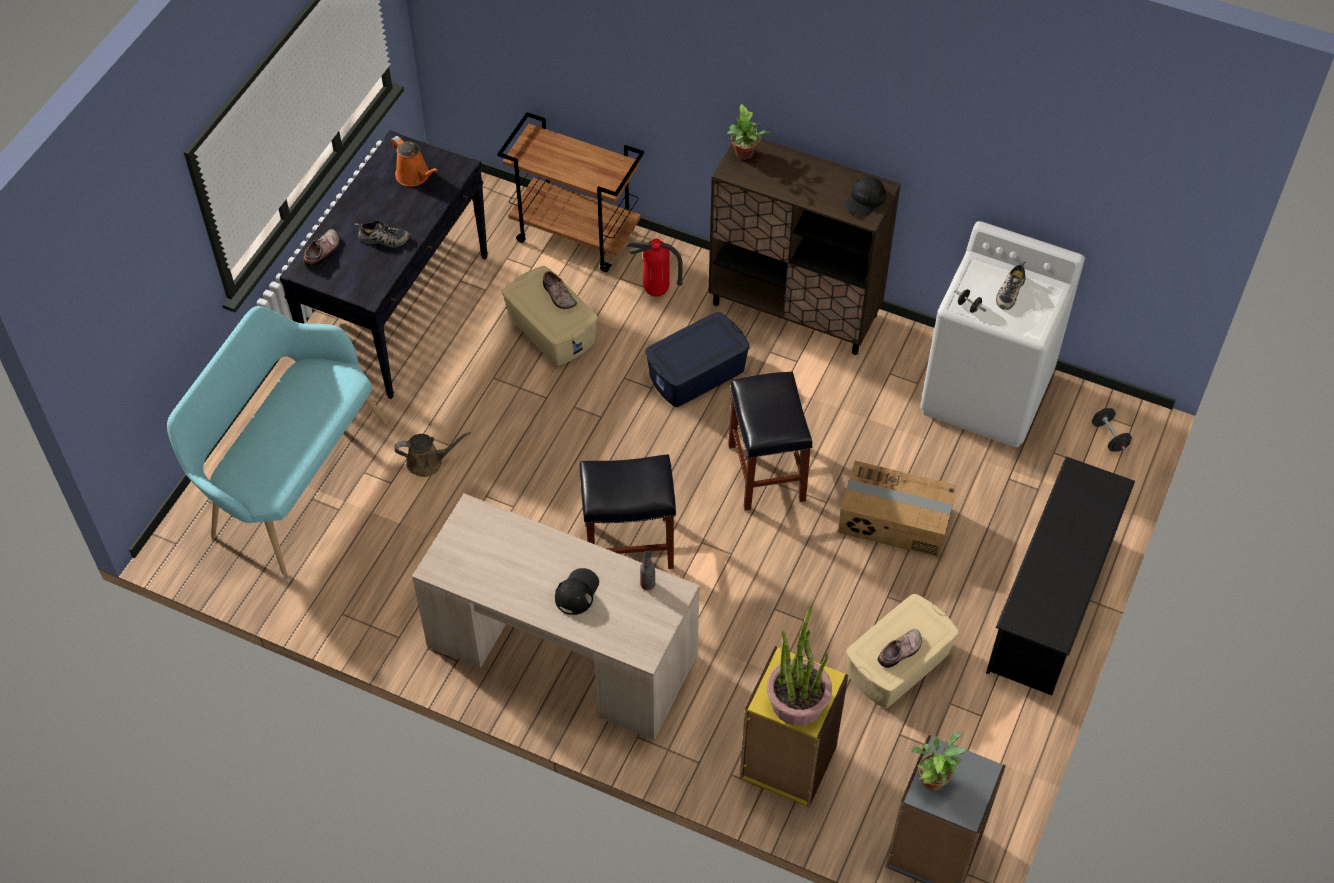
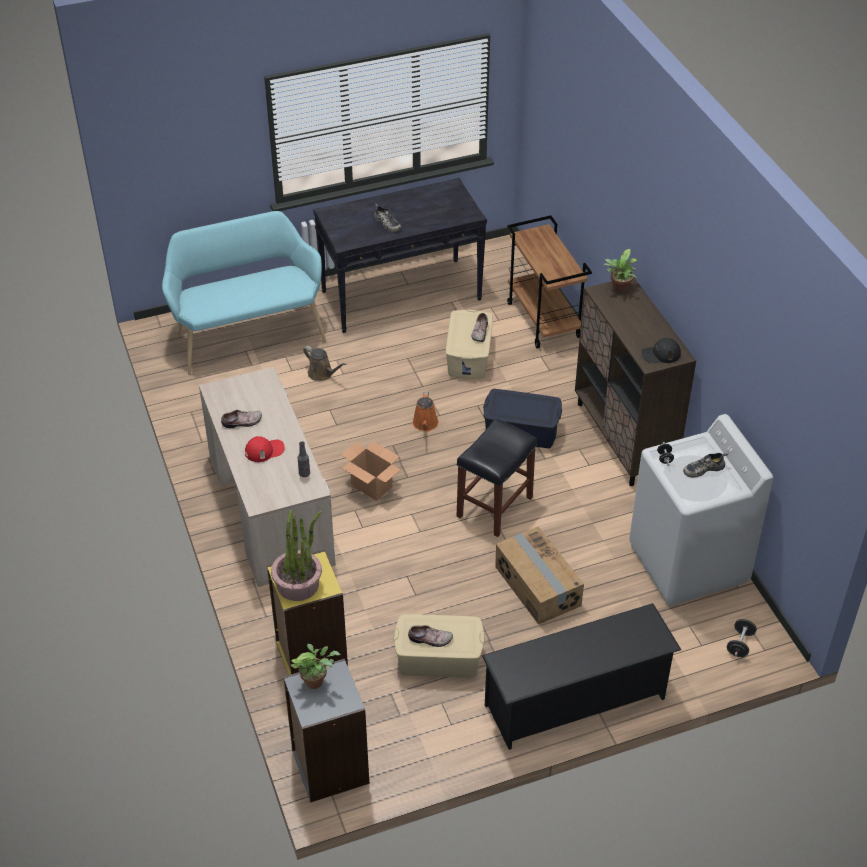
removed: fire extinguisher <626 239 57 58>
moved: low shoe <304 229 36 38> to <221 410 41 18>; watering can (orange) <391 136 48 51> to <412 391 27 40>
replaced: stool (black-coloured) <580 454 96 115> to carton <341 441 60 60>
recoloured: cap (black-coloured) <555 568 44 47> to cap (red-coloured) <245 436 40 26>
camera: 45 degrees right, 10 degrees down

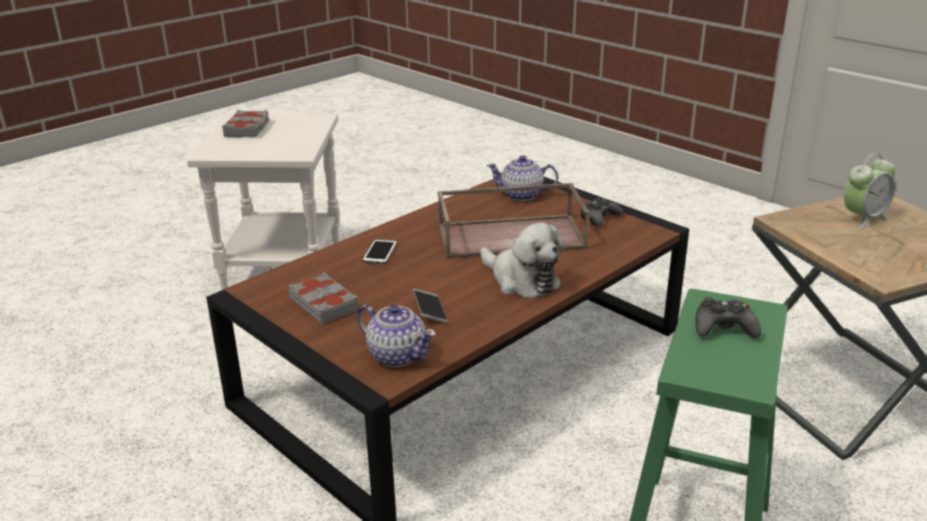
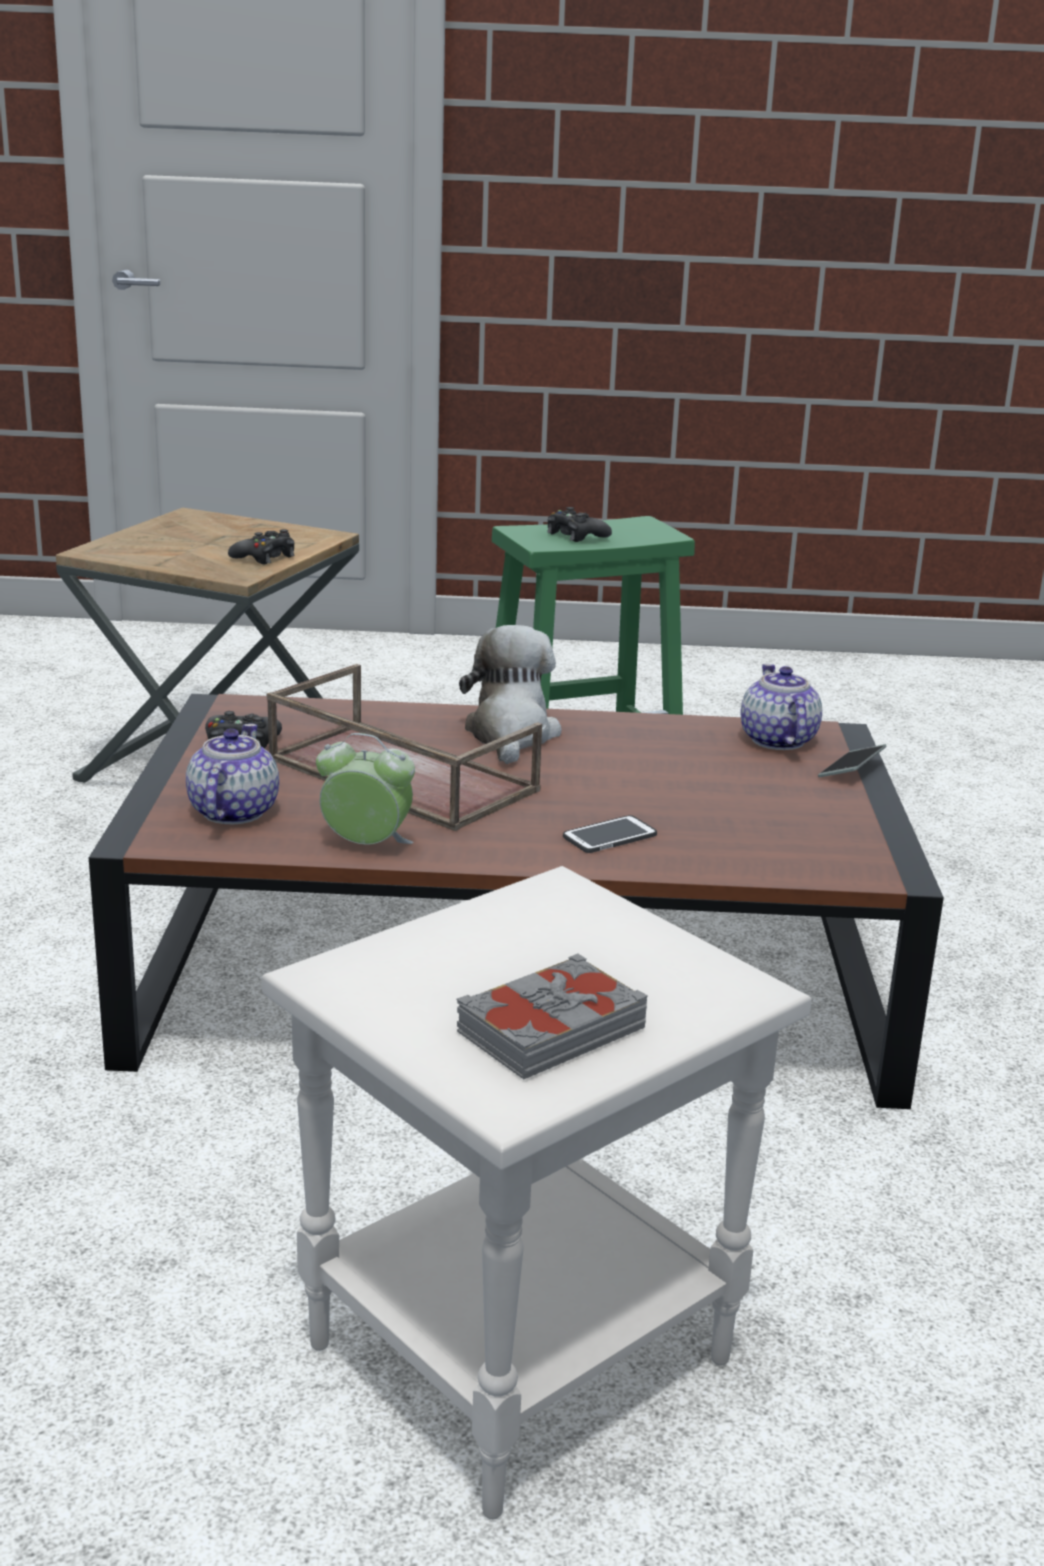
removed: bound book (greyish) <288 272 71 52>
added: joypad (black-coloured) <228 529 67 36>
moved: telephone <413 288 35 35> to <818 744 69 33>; table clock <844 153 51 76> to <316 733 99 112>
turned: pot for tea <487 155 71 46> = <186 723 93 101> 135 degrees counterclockwise
camera: 135 degrees left, 5 degrees down

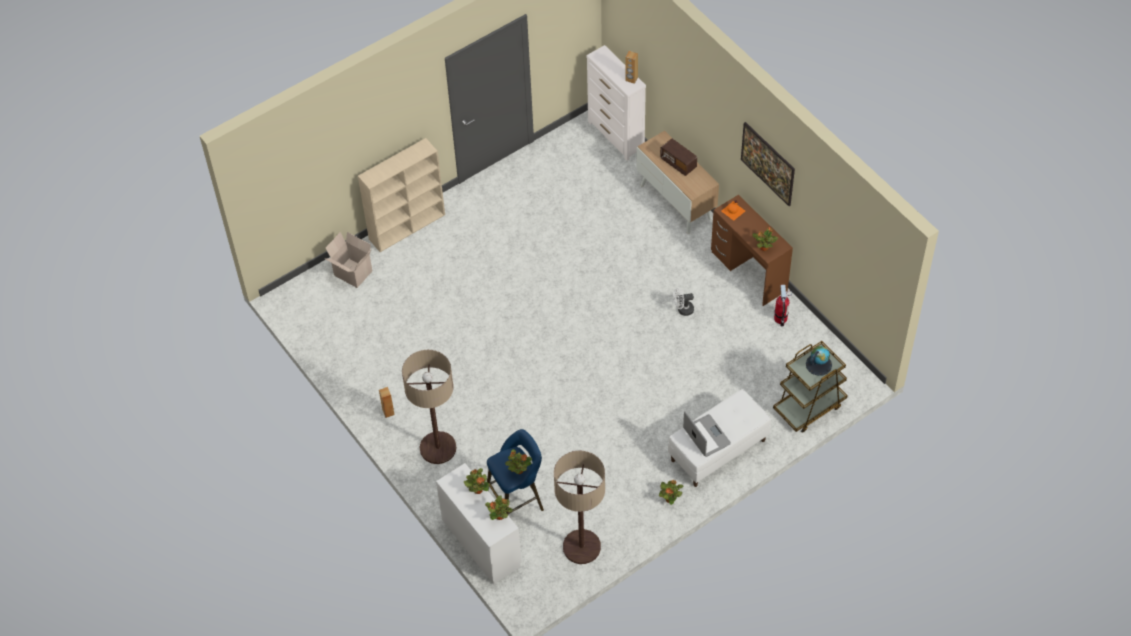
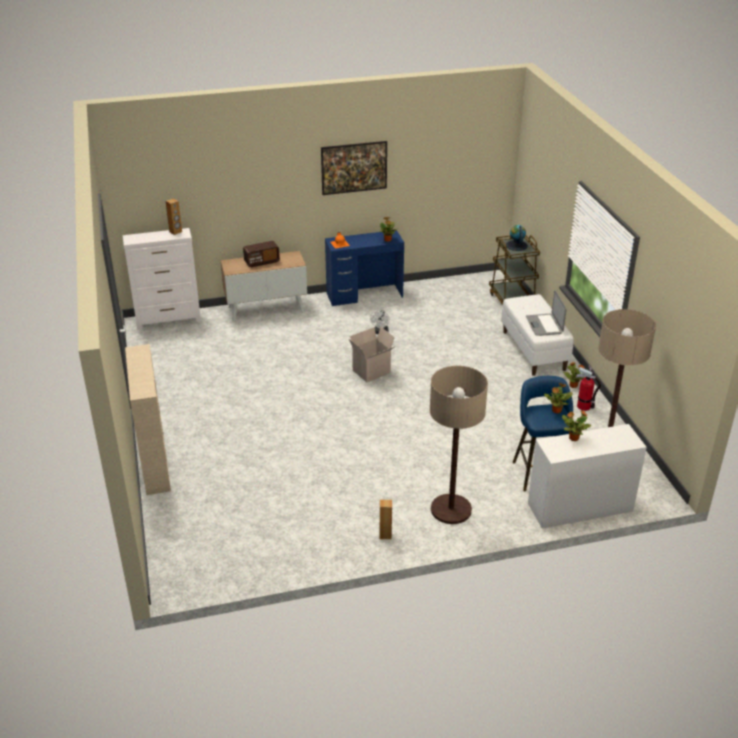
removed: houseplant <485 495 27 25>
moved: carton <325 232 47 56> to <349 327 47 55>; fire extinguisher <774 285 18 41> to <576 365 25 46>
recoloured: desk table (brown-coloured) <711 195 82 111> to desk table (blue) <325 230 79 76>
turned: portable computer <683 411 48 46> = <526 290 41 46> 90 degrees counterclockwise
camera: 70 degrees left, 20 degrees down

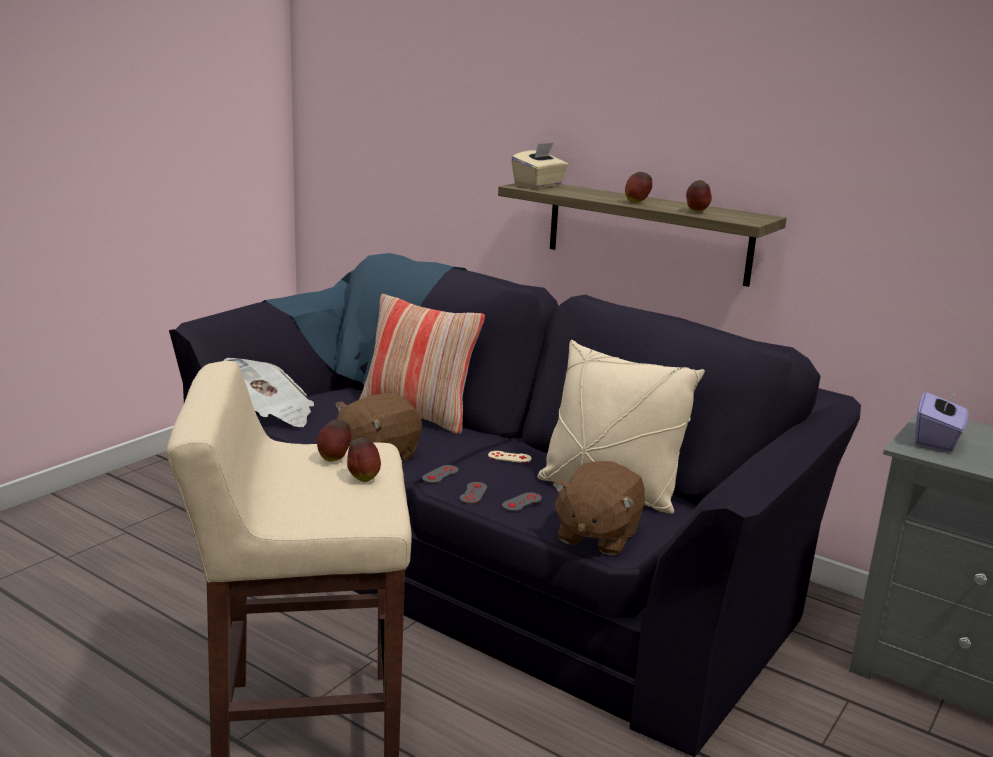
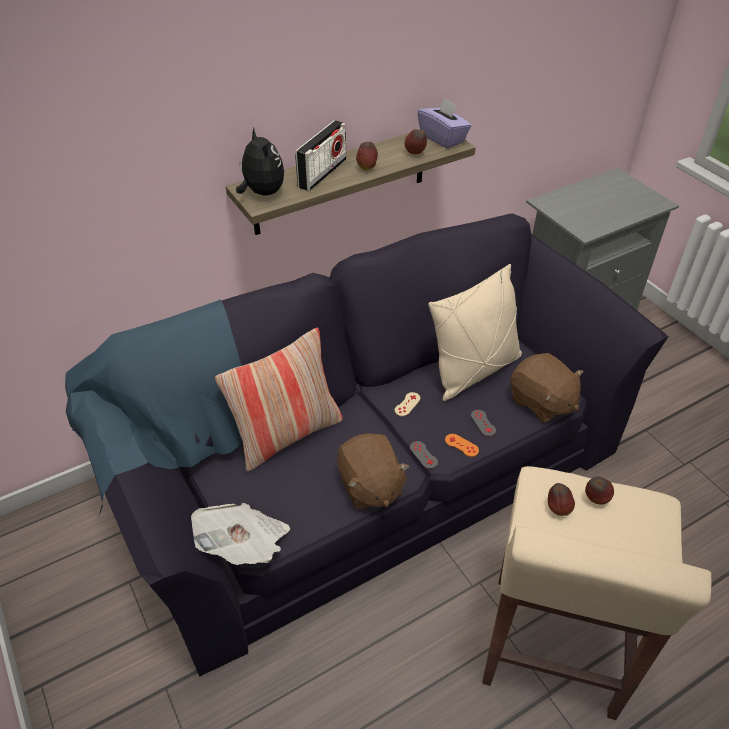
added: radio receiver <295 120 51 71>
moved: tissue box (purple-coloured) <915 389 53 63> to <417 97 54 52>
replaced: tissue box (sand-coloured) <511 143 57 45> to soft toy <236 128 48 68>
recoloured: joypad (greyish) <459 482 28 22> to joypad (orange) <445 434 34 23>
camera: 65 degrees left, 25 degrees up

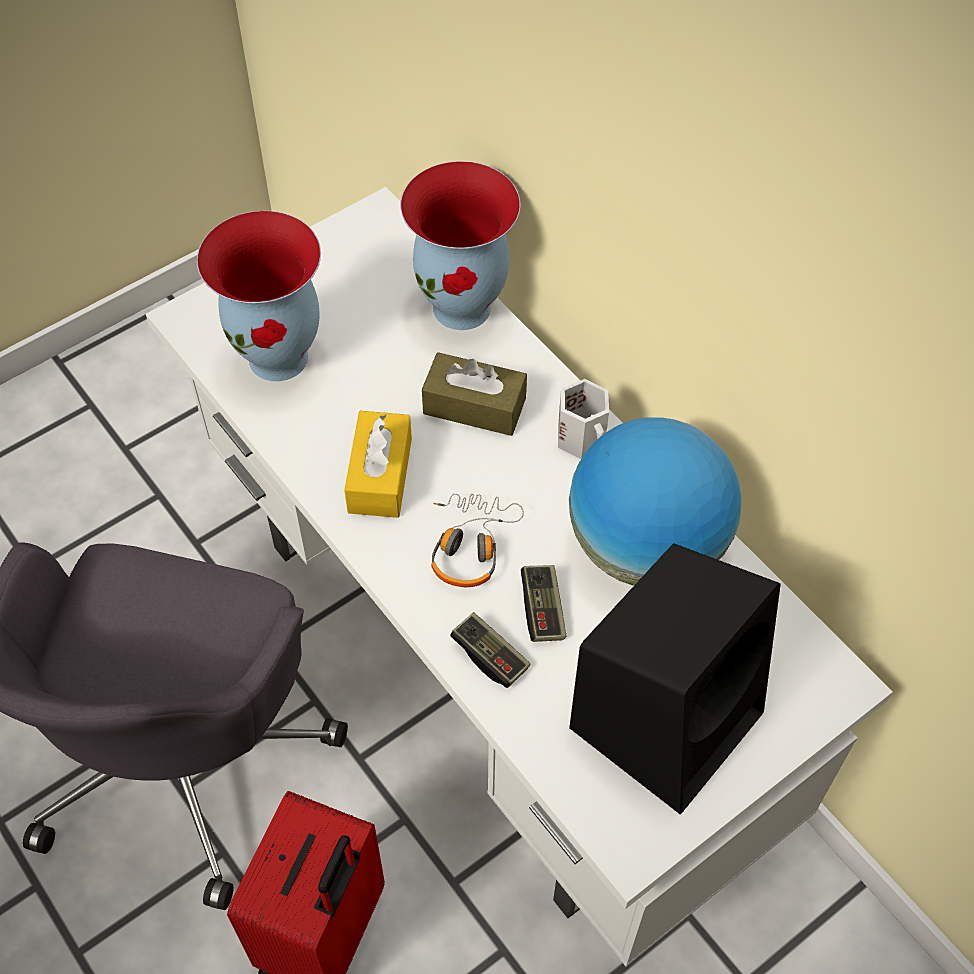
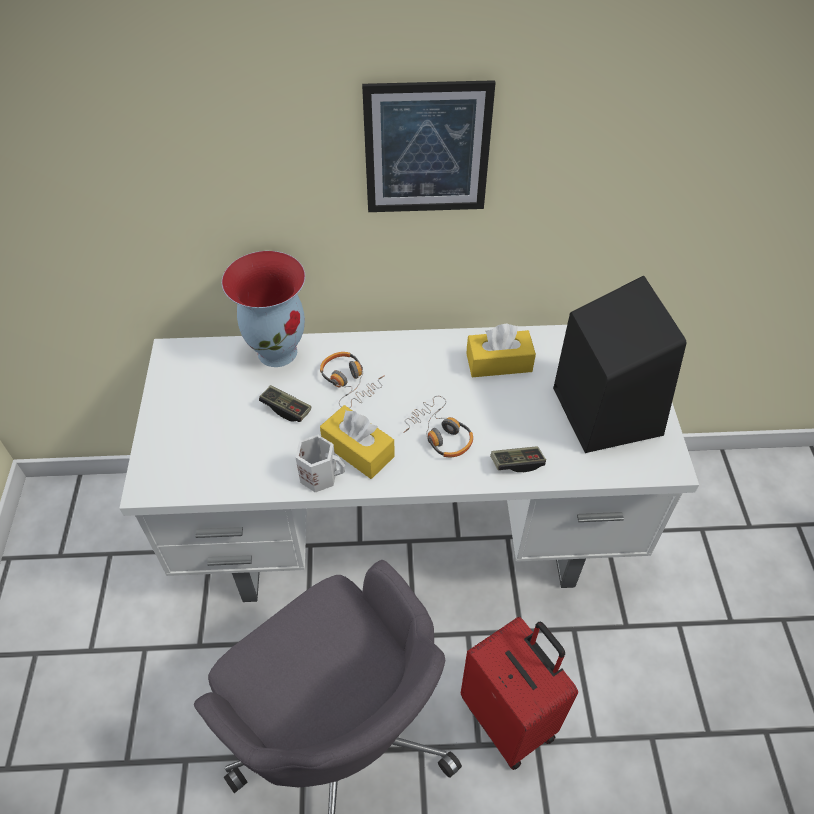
removed: decorative vase <197 211 124 170>
added: wall art <362 80 134 132>
moved: joypad <521 565 45 77> to <259 385 52 37>; mug (white-coloured) <558 379 51 80> to <295 435 50 57>
replaced: tissue box (brown-coloured) <422 352 105 84> to pair of headphones <320 352 65 56>; globe <569 417 172 169> to tissue box (yellow-coloured) <466 324 70 53>
camera: 55 degrees left, 5 degrees down

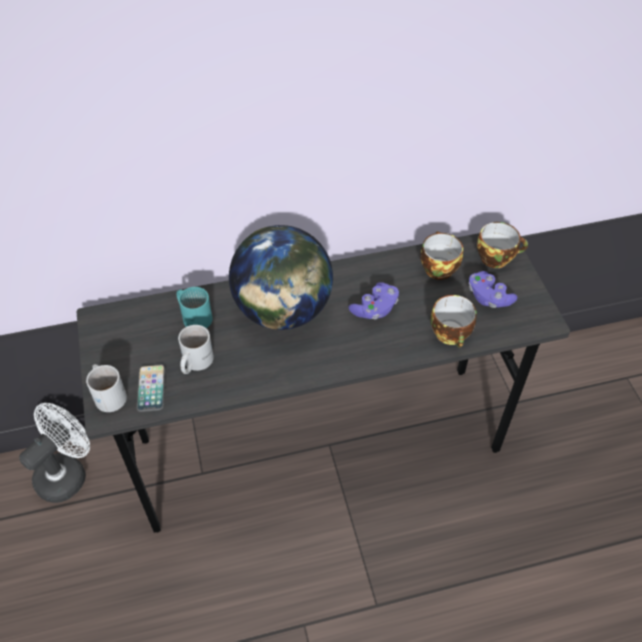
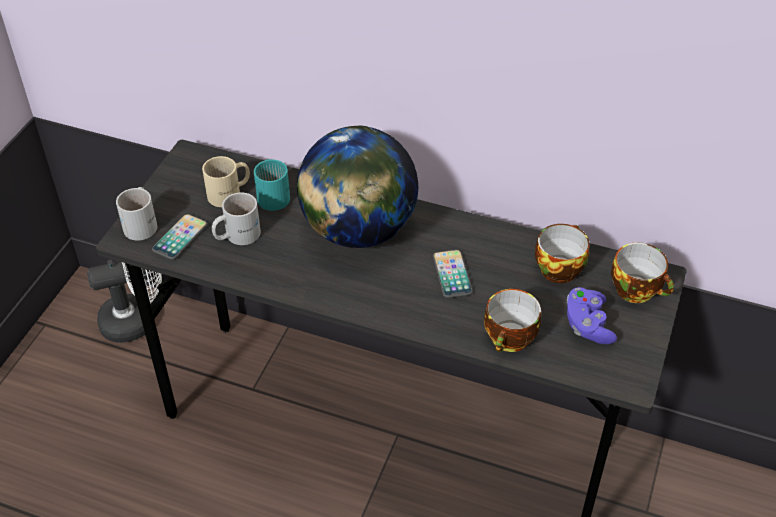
added: mug (sand-coloured) <202 156 48 51>
replaced: joypad (purple-coloured) <348 282 51 38> to telephone <433 250 40 48>
camera: 35 degrees right, 5 degrees down

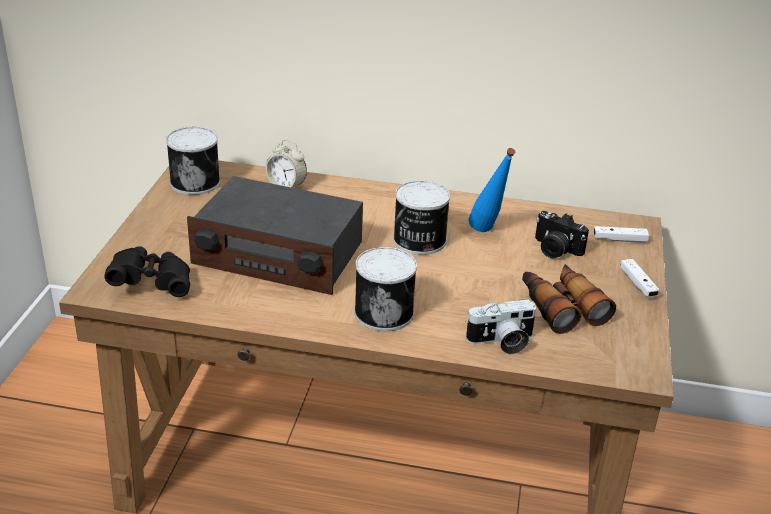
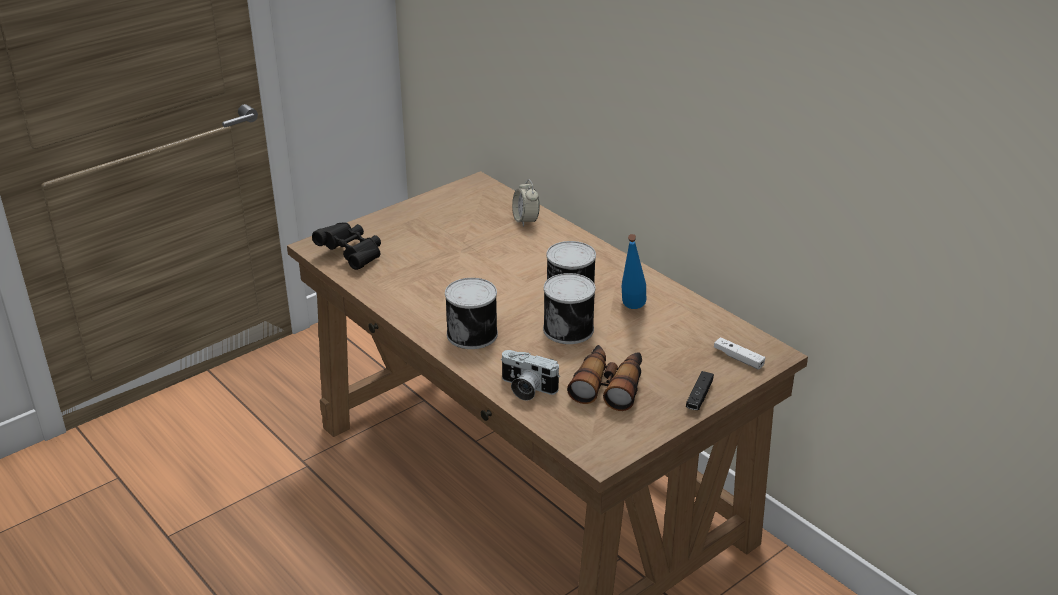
removed: radio receiver <187 176 176 119>; photo camera <535 211 54 47>
moved: sealed can <166 127 54 68> to <543 273 52 71>
recoloured: joypad (white-coloured) <620 259 40 38> to joypad (black-coloured) <686 371 28 39>
camera: 40 degrees right, 0 degrees up

